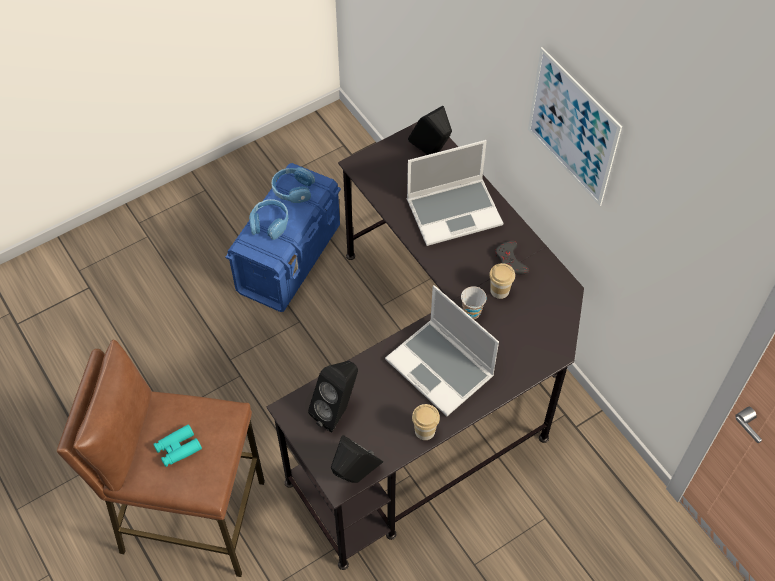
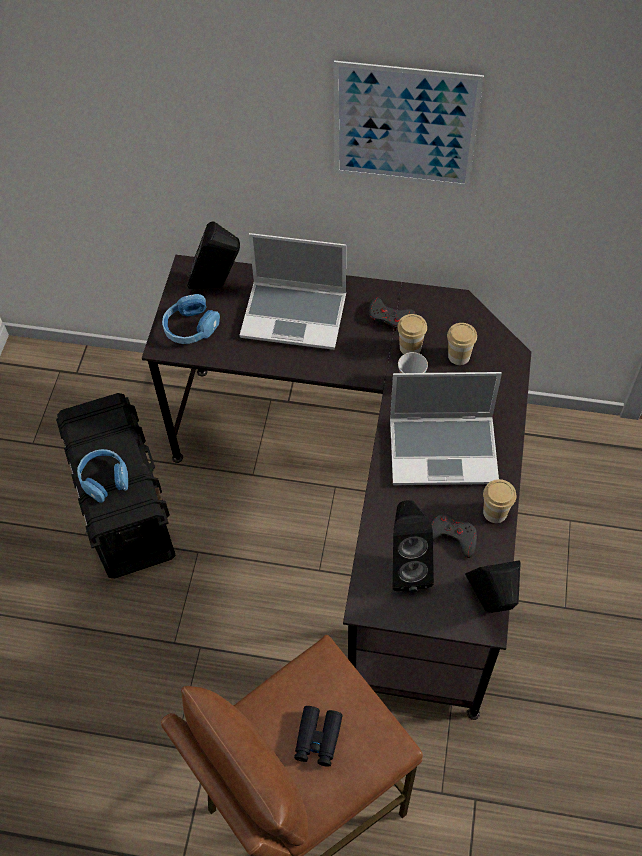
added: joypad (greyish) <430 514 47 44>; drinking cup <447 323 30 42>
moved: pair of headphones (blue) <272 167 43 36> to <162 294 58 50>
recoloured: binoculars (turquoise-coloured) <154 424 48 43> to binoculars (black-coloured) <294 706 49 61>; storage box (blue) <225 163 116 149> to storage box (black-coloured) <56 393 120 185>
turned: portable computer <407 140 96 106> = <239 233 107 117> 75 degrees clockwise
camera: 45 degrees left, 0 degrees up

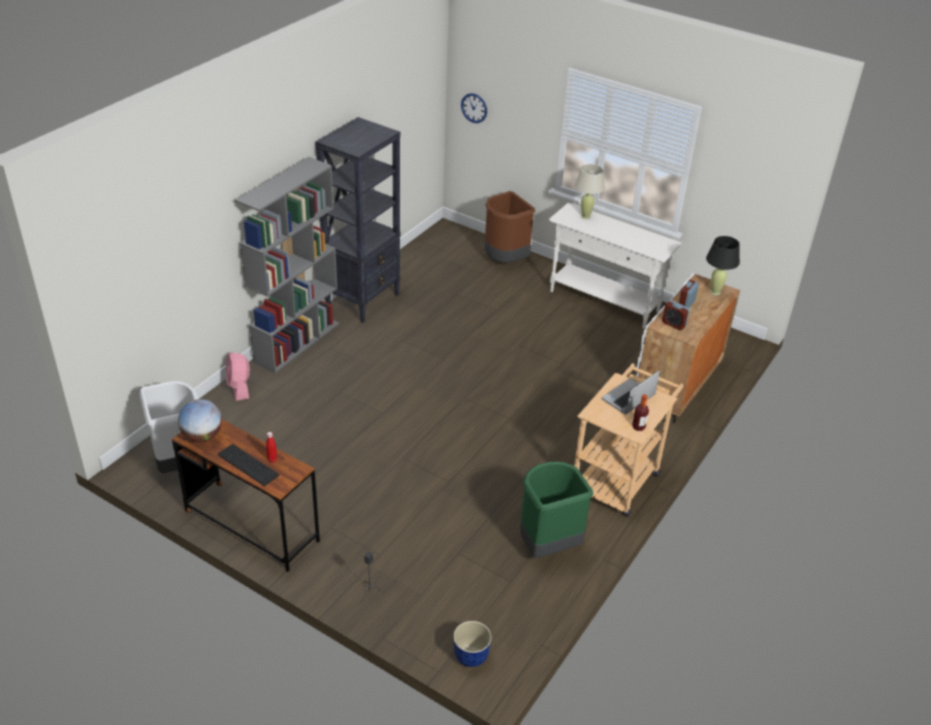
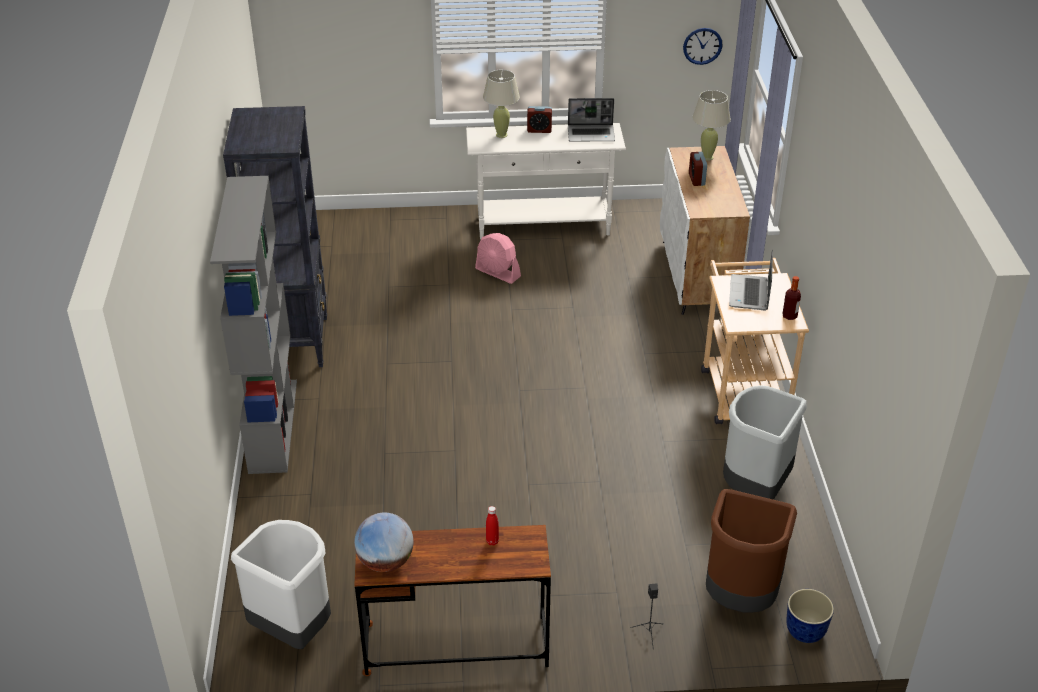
removed: keyboard <218 444 61 42>
added: portable computer <568 98 47 43>
moved: electric fan (pinkish) <226 352 24 49> to <475 233 46 51>; clock on the wall <461 93 26 30> to <683 28 39 37>; trash can (brown-coloured) <485 191 50 72> to <706 489 91 123>; table clock <662 300 28 30> to <527 106 25 27>
recoloured: trash can (green) <520 462 73 96> to trash can (greyish) <723 386 84 114>; lamp for a table (black-coloured) <706 236 34 59> to lamp for a table (sand-coloured) <692 90 39 71>
camera: 35 degrees left, 0 degrees up

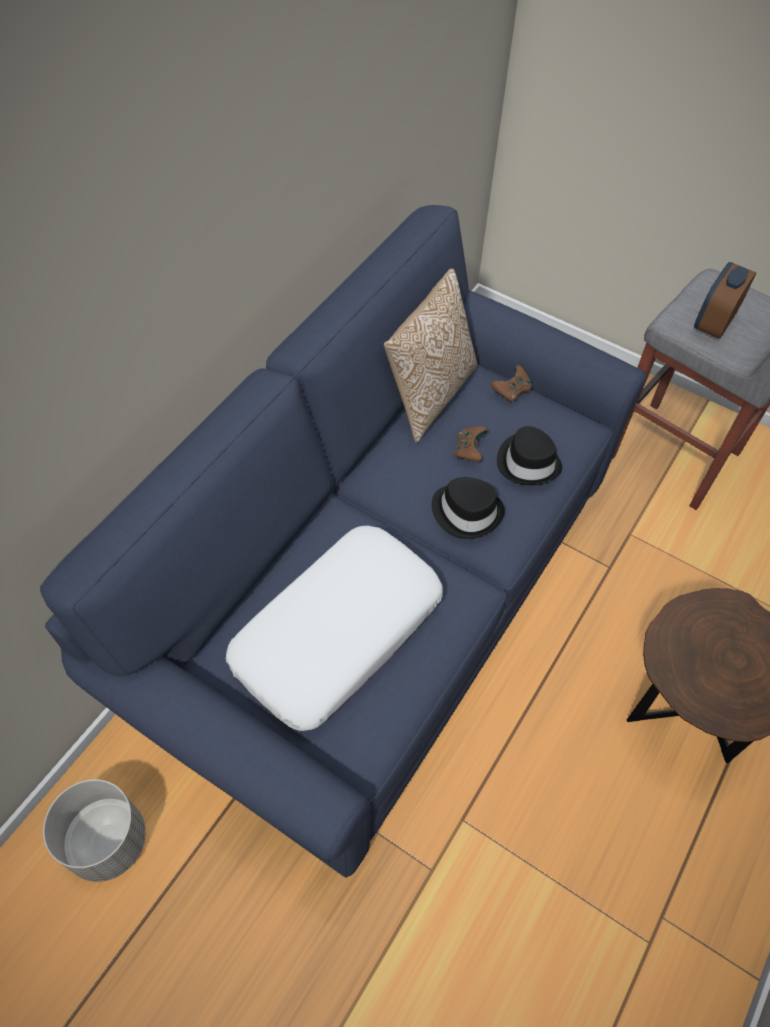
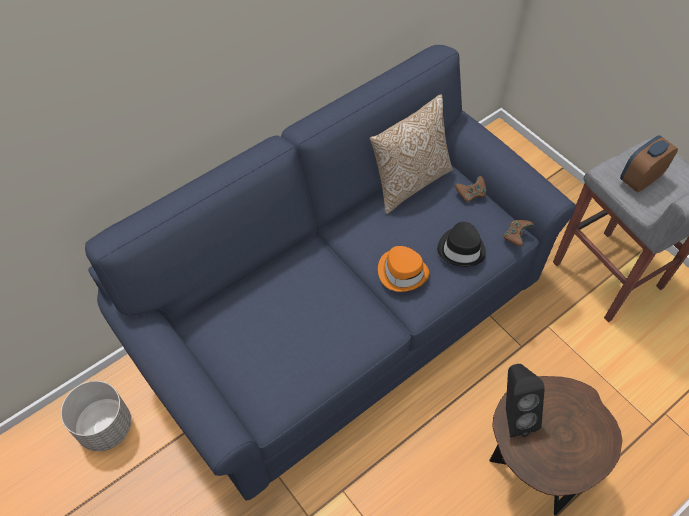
removed: throw pillow (white-coloured) <226 526 217 205>
added: loudspeaker (black-coloured) <506 364 39 73>
moved: joypad (brown-coloured) <454 426 34 36> to <503 220 31 26>
recoloured: wearable hat (black-coloured) <432 477 73 62> to wearable hat (orange) <378 246 51 46>
camera: 20 degrees right, 0 degrees up

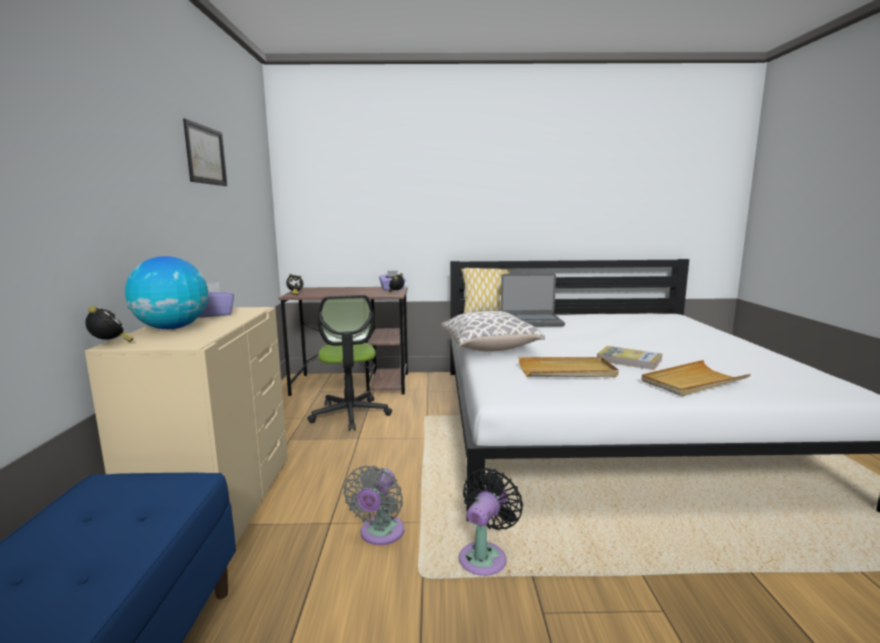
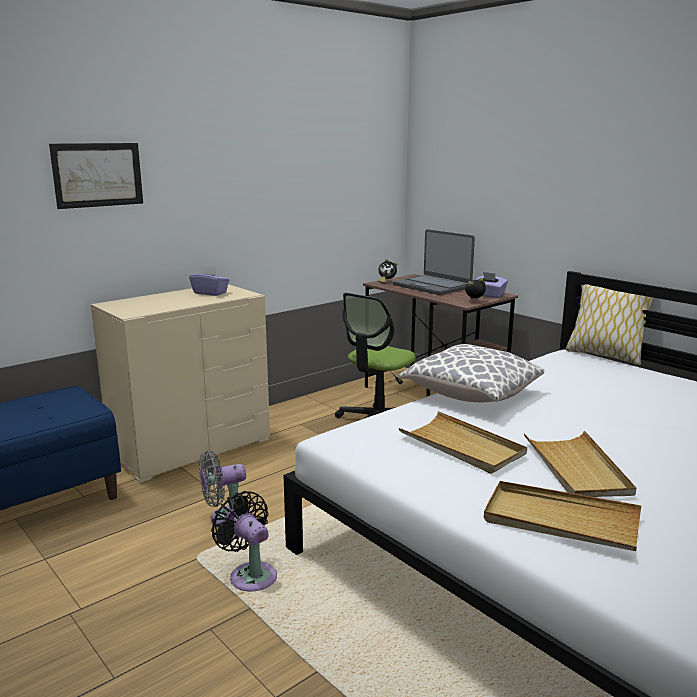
removed: table clock <85 306 48 36>; globe <125 256 84 73>
moved: wall art <183 119 44 67> to <49 143 94 66>; portable computer <501 274 64 53> to <393 229 82 66>
replaced: bound book <597 346 65 24> to carrying tray (sand-coloured) <524 431 112 66>
turned: electric fan (black-coloured) <459 468 64 110> = <211 491 66 100> 120 degrees counterclockwise
camera: 50 degrees right, 5 degrees up

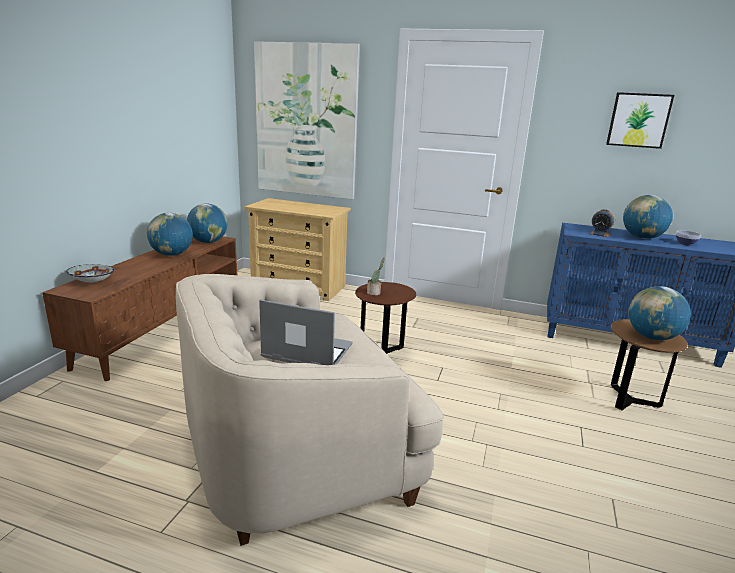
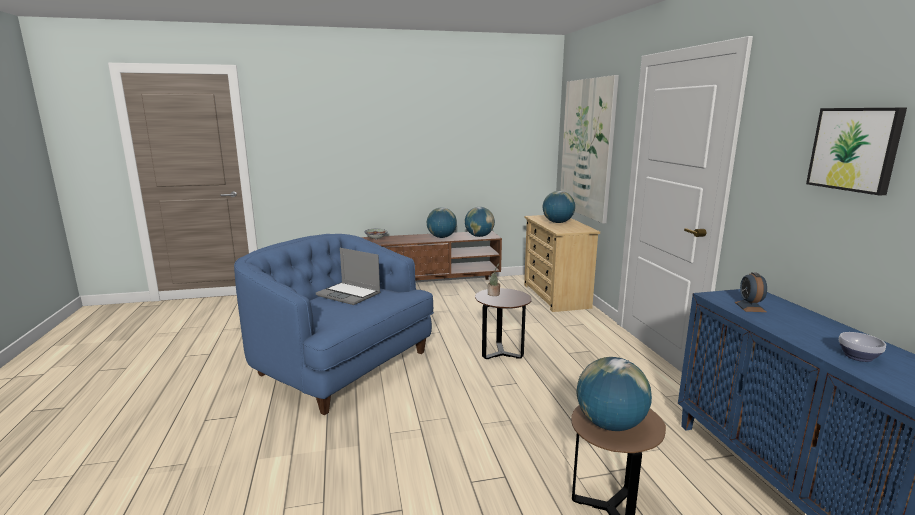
moved: globe <623 195 50 44> to <543 191 32 32>
recoloured: easy chair (sand-coloured) <176 274 268 272> to easy chair (blue) <234 234 200 181>
turned: portable computer <259 300 93 65> = <316 248 65 57> 135 degrees clockwise
camera: 60 degrees right, 5 degrees down

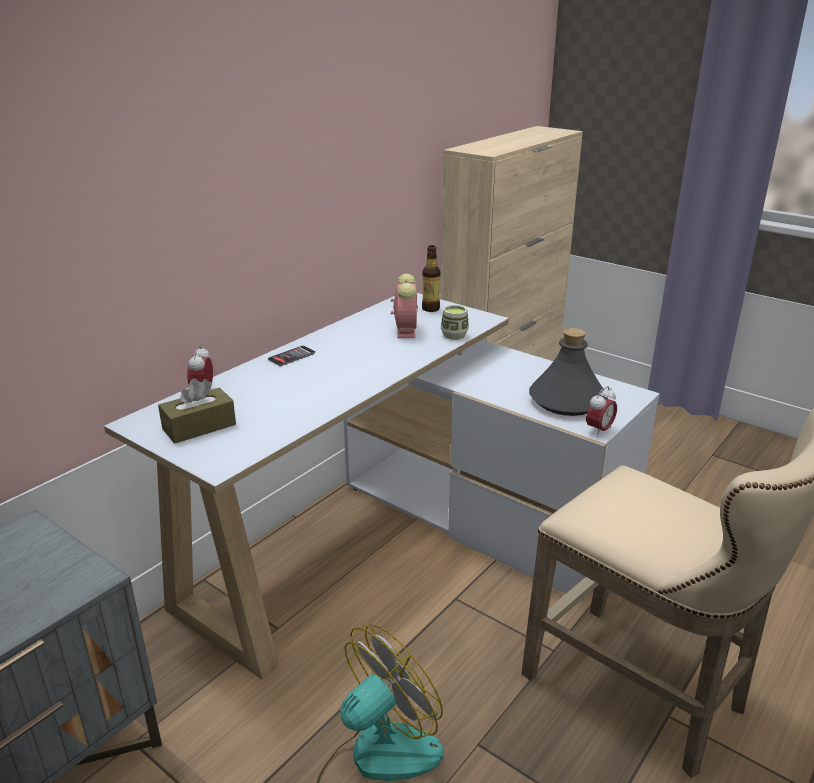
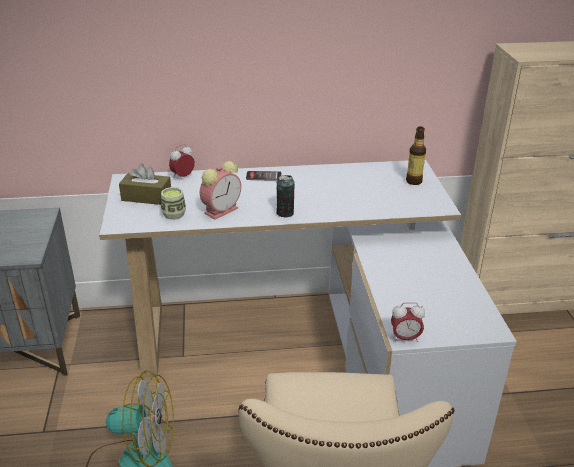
removed: beverage bottle (greyish) <529 328 78 88>
added: sealed can <276 175 18 42>
moved: table clock <391 274 27 64> to <200 161 41 59>; drinking cup <441 305 28 35> to <161 187 25 33>
camera: 45 degrees right, 5 degrees up

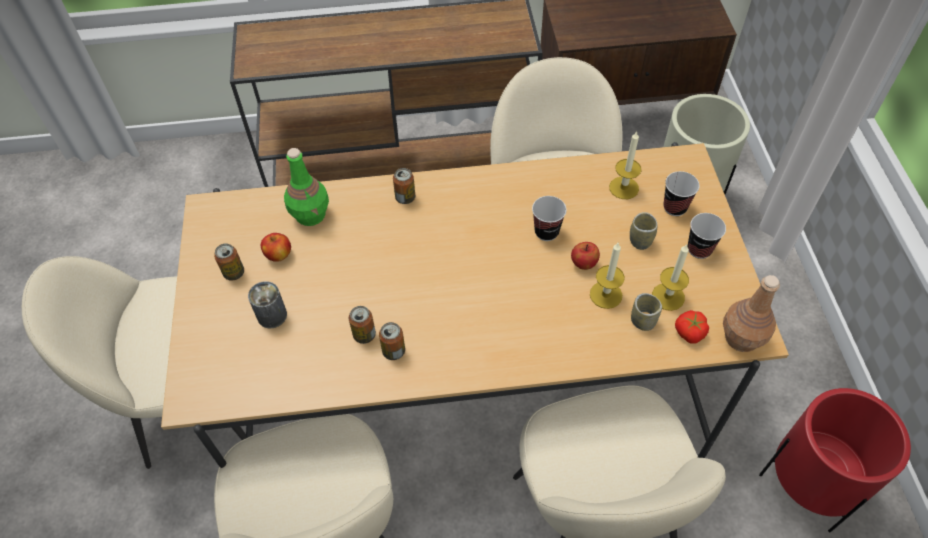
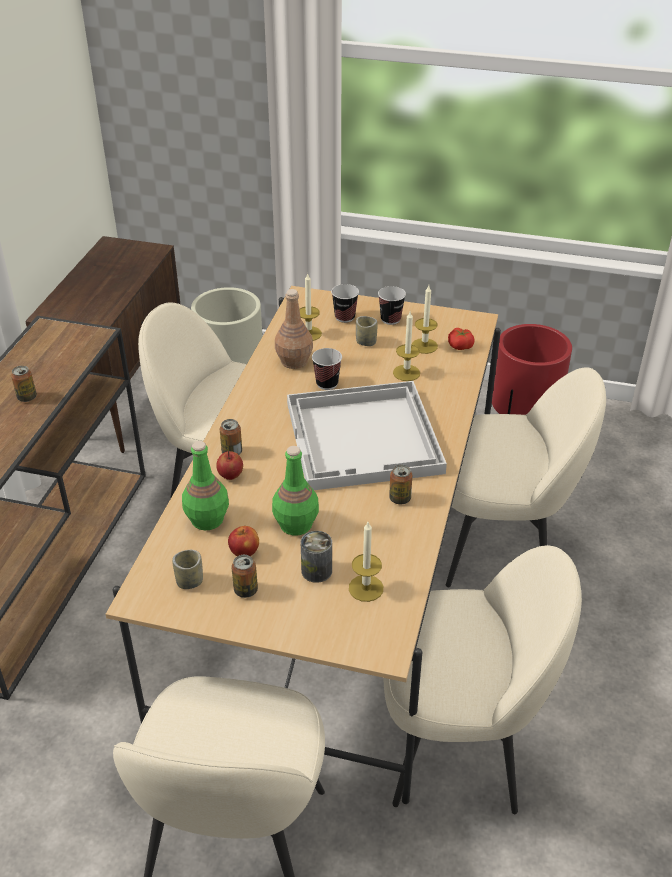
added: beverage bottle (green) <272 446 47 89>; carrying tray (white-coloured) <287 381 160 109>; candle <349 522 34 80>
moved: sealed can <349 306 27 38> to <11 366 26 36>; apple fruit <571 242 29 28> to <216 451 27 29>; drinking cup <631 293 31 38> to <172 550 31 39>; beverage bottle (brown-coloured) <723 275 57 77> to <275 289 38 80>
camera: 70 degrees left, 15 degrees down

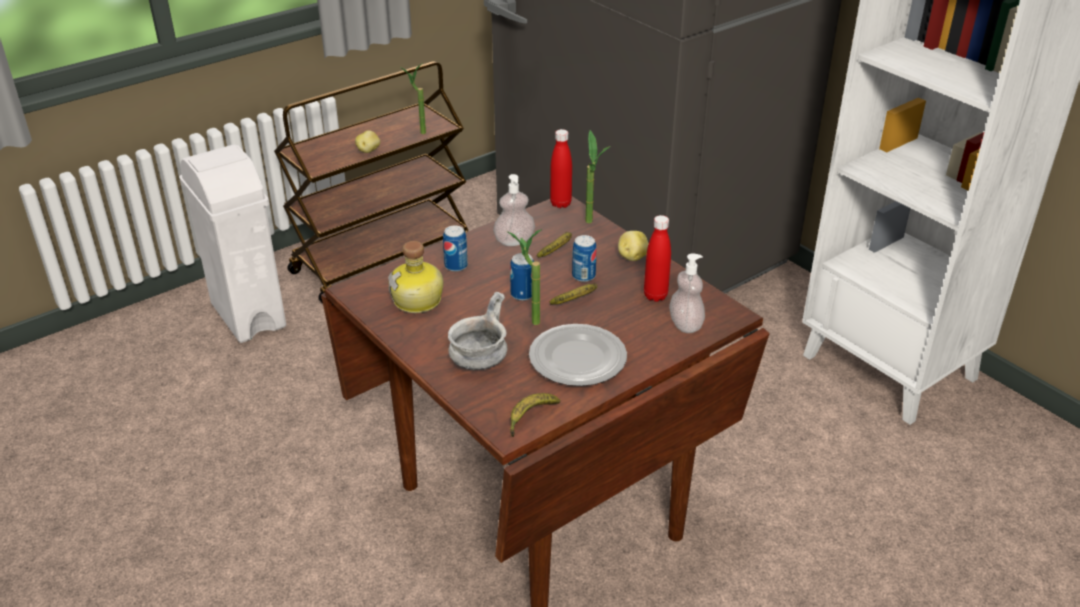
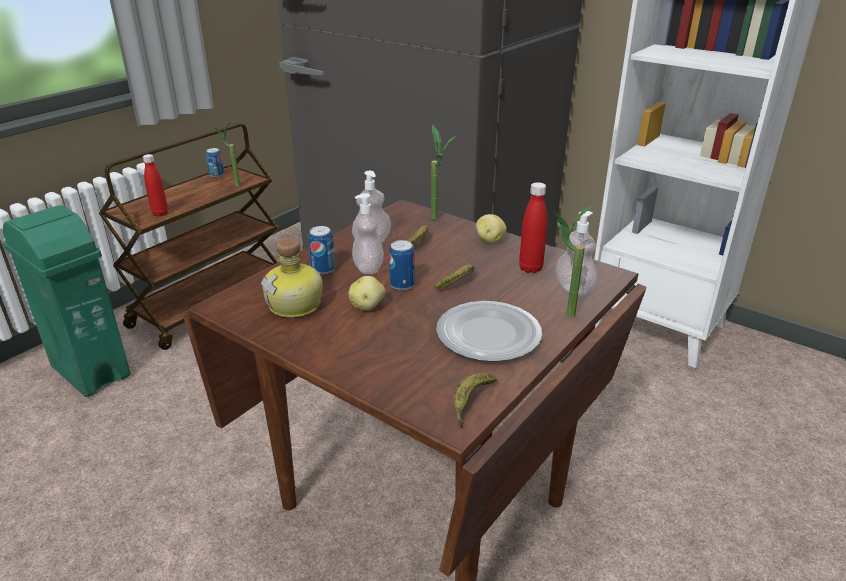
removed: bowl (greyish) <448 292 59 78>
added: liquid soap bottle <352 193 32 81>
moved: spud <355 130 25 23> to <349 276 36 35>; houseplant <507 229 35 96> to <554 205 40 112>; beverage bottle (red-coloured) <550 129 22 79> to <143 154 25 63>; sealed can <572 235 25 47> to <206 148 18 29>
recoloured: trash can (white-coloured) <179 145 107 198> to trash can (green) <3 205 128 192>
camera: 15 degrees left, 5 degrees down

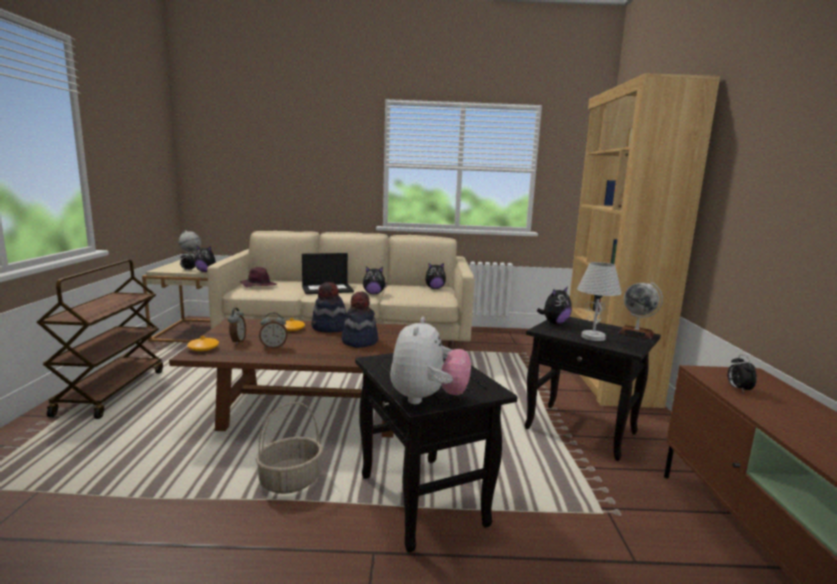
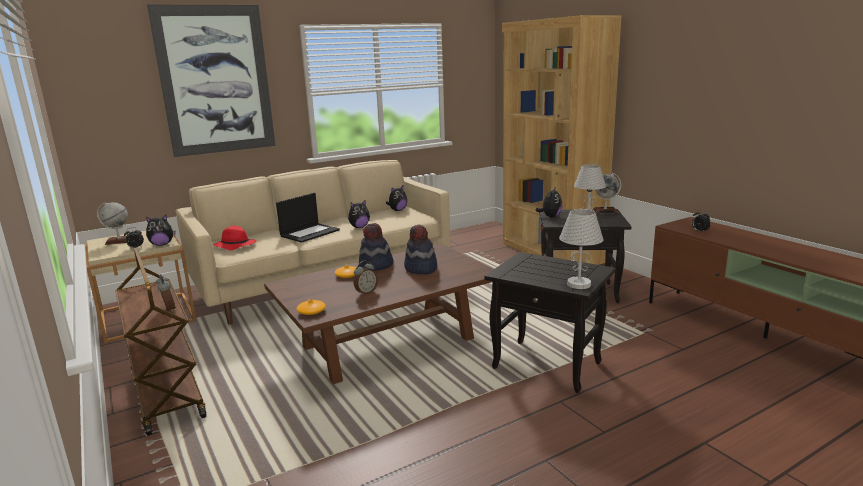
removed: basket <256 402 67 92>
added: wall art <147 5 129 152>
moved: table clock <228 308 18 36> to <156 274 20 38>
replaced: soft toy <390 317 81 87> to lamp for a table (white-coloured) <559 209 45 80>
recoloured: wearable hat (purple-coloured) <240 267 37 21> to wearable hat (red-coloured) <214 226 43 24>
camera: 30 degrees left, 5 degrees up

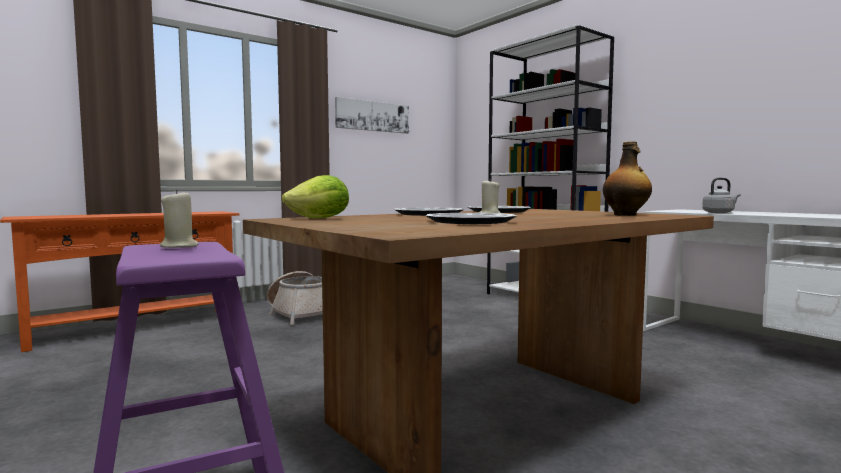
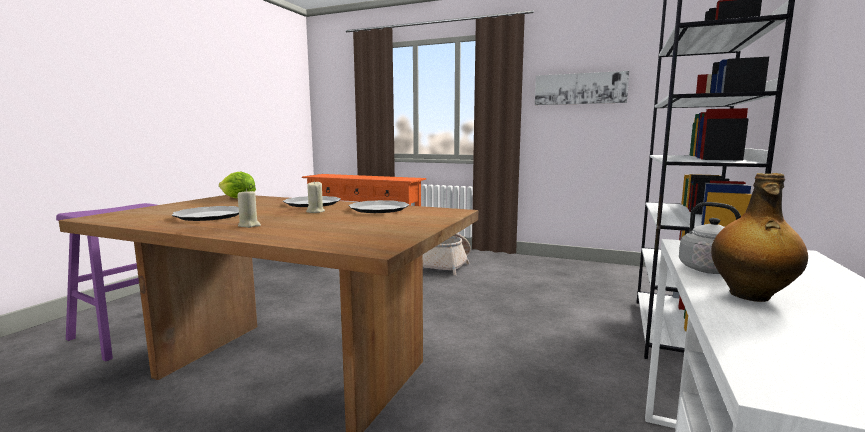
moved: candle (sand-coloured) <160 190 39 58> to <237 189 24 39>; beverage bottle <603 141 49 75> to <711 173 97 129>
camera: 60 degrees right, 5 degrees up

